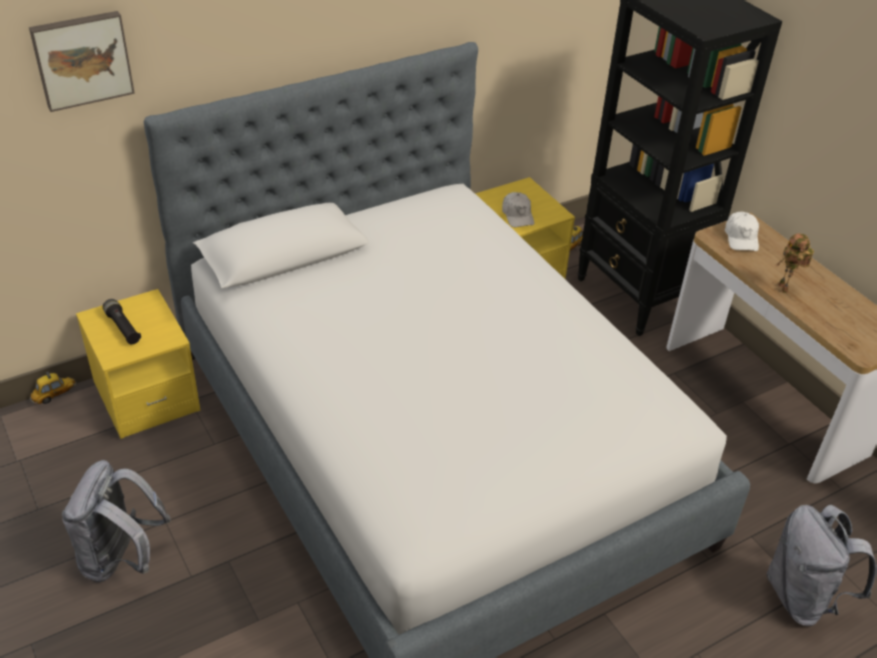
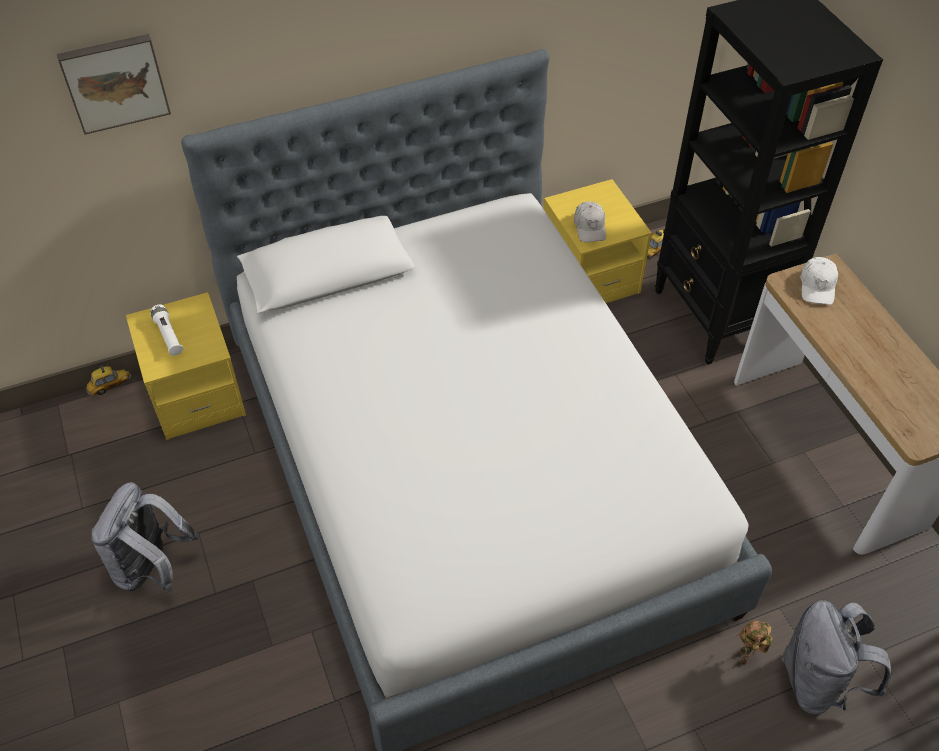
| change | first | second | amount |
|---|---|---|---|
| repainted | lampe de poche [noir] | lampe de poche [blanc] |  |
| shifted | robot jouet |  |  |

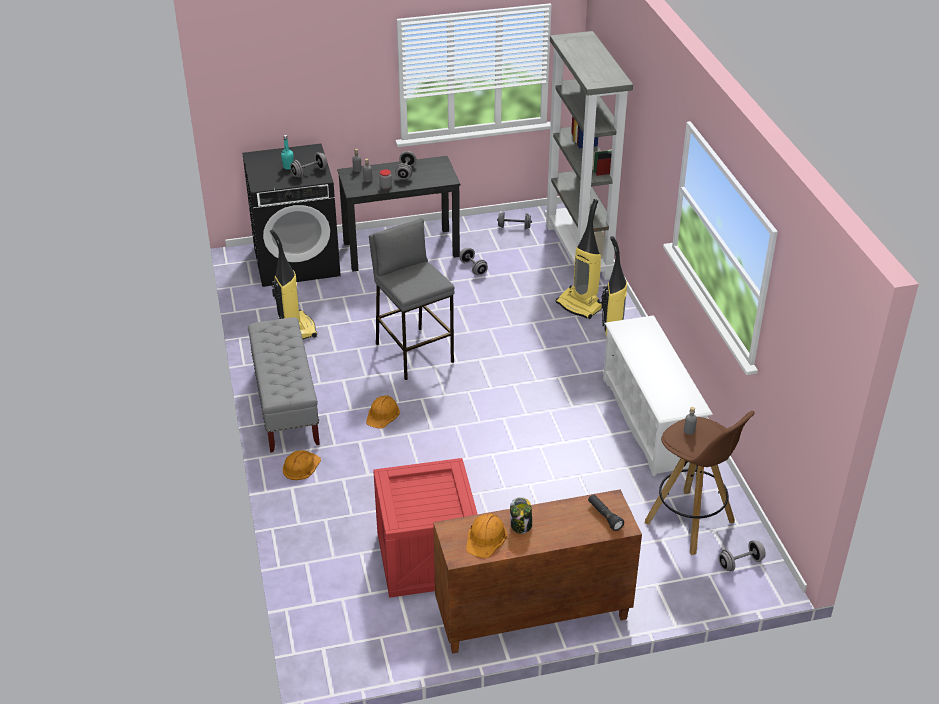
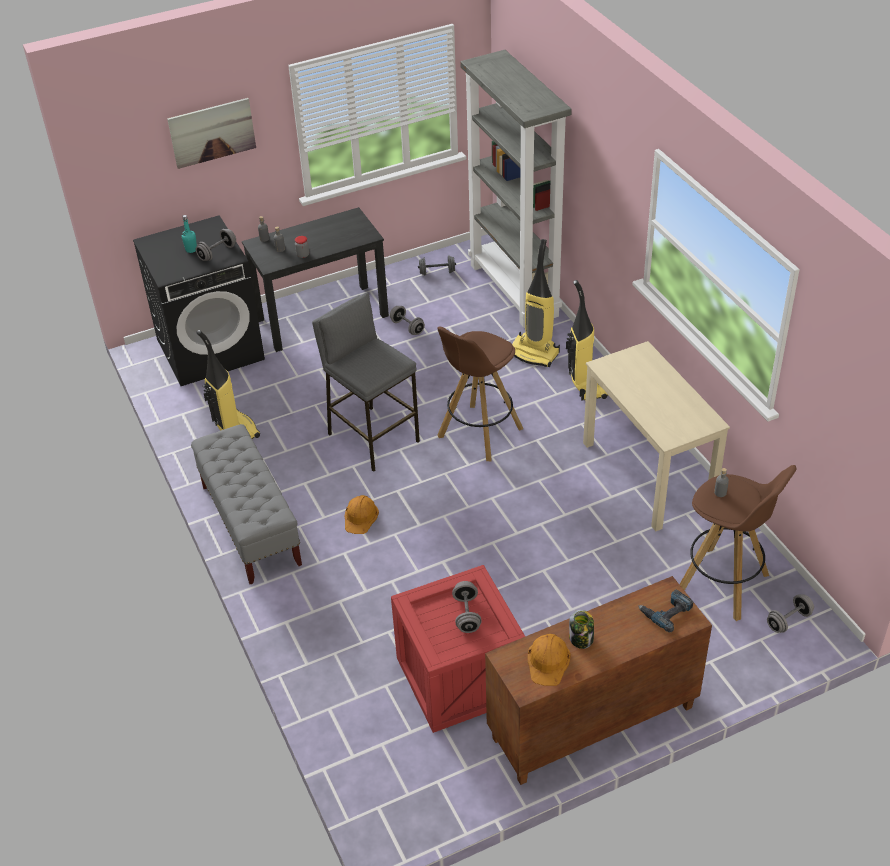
| change | first | second | amount |
|---|---|---|---|
| gone | casque de chantier [orange] (no. 1 from left) |  |  |
| shifted | haltère [gris] (no. 2 from left in the first image) | haltère [gris] (no. 4 from left) |  |
| swapped | lampe de poche [noir] | perceuse |  |
| swapped | étagère à chaussures [blanc] | bureau [beige] |  |
| new |  | tableau |  |
| new |  | tabouret [marron] (no. 1 from left) |  |

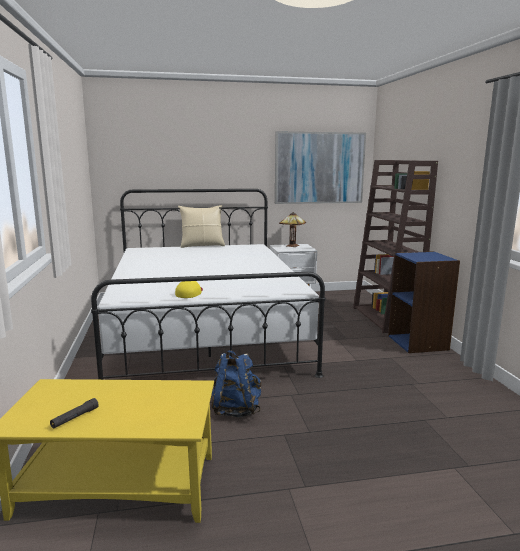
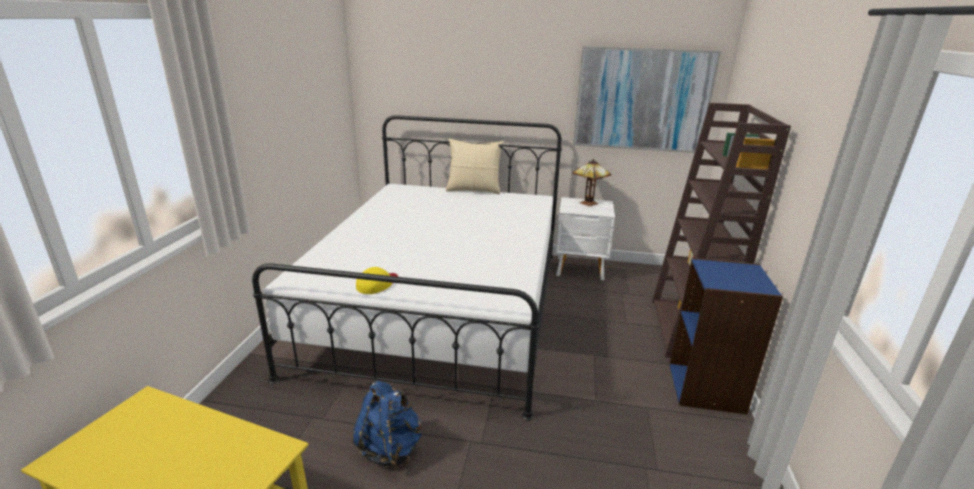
| change | first | second | amount |
|---|---|---|---|
| gone | lampe de poche [noir] |  |  |

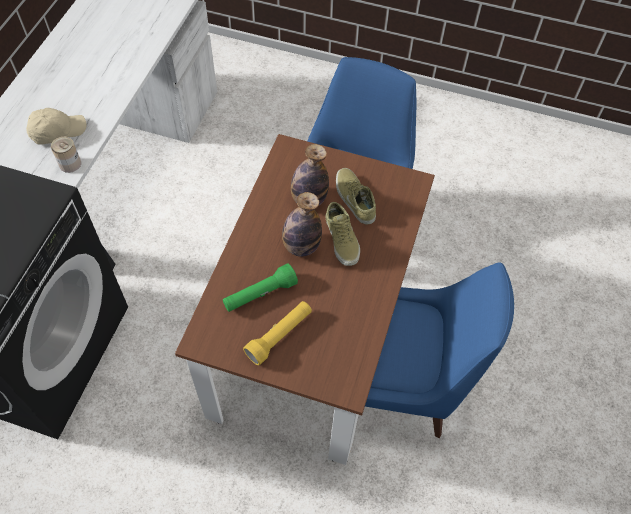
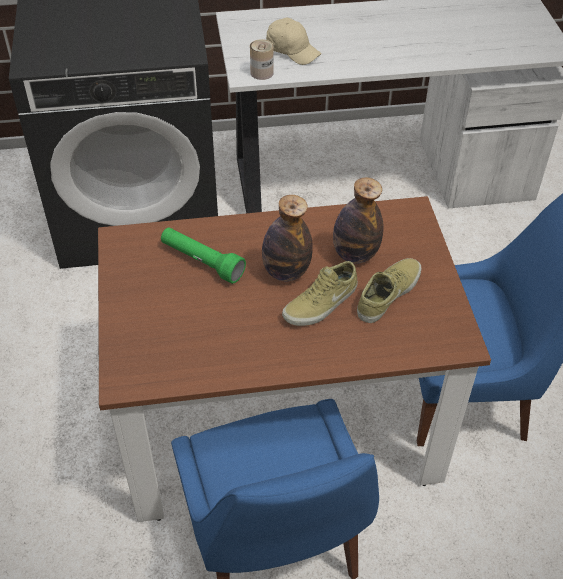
| change | first | second | amount |
|---|---|---|---|
| gone | lampe de poche [jaune] |  |  |

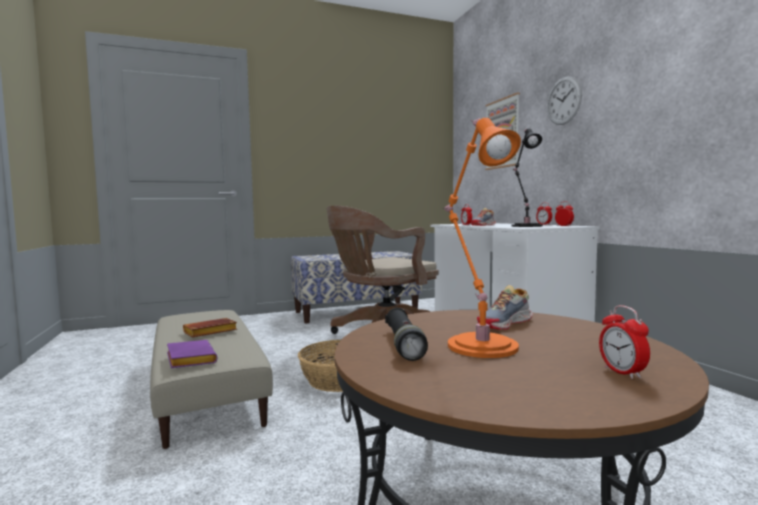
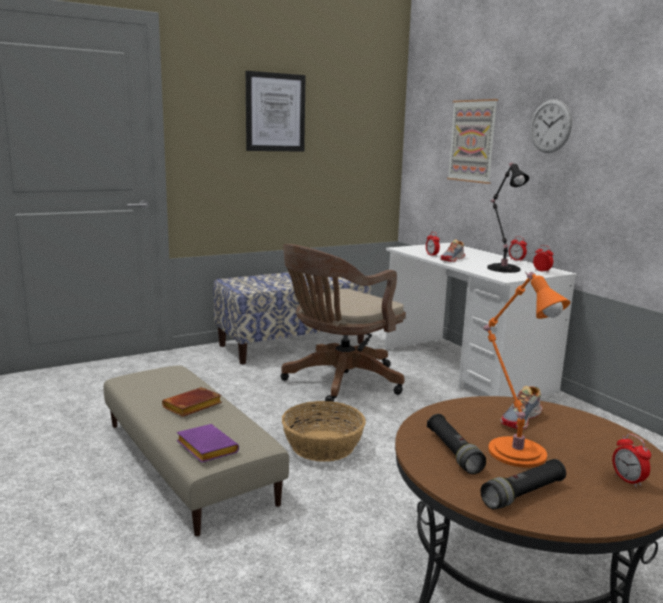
| change | first | second | amount |
|---|---|---|---|
| new |  | tableau (no. 1 from left) |  |
| new |  | lampe de poche [noir] (no. 2 from left) |  |

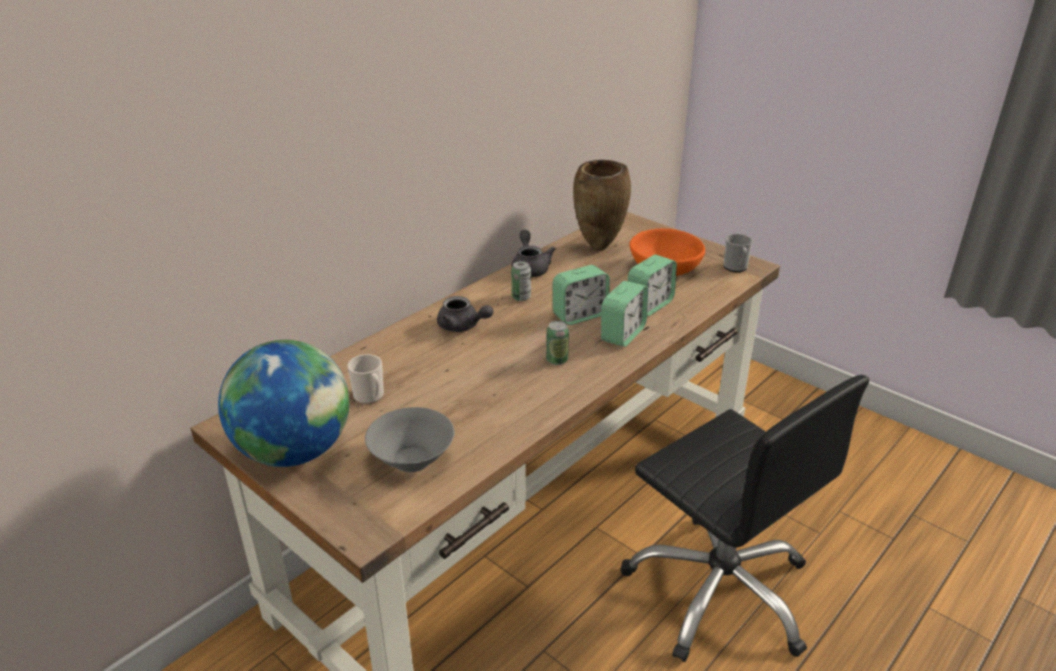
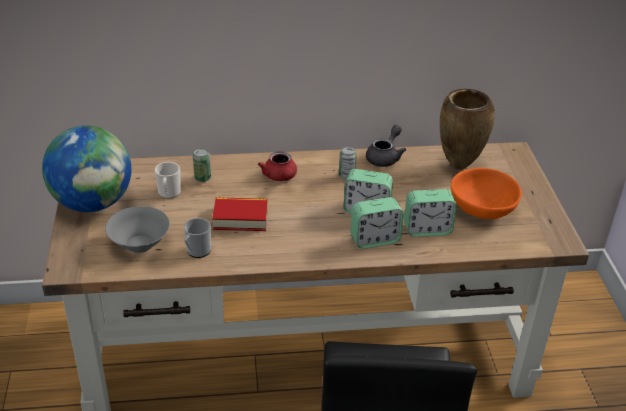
| change | first | second | amount |
|---|---|---|---|
| repainted | théière [gris] (no. 1 from left) | théière [rouge] |  |
| shifted | boîte métallique (no. 2 from left in the first image) | boîte métallique (no. 1 from left) |  |
| shifted | mug (no. 2 from left) |  |  |
| new |  | livre |  |

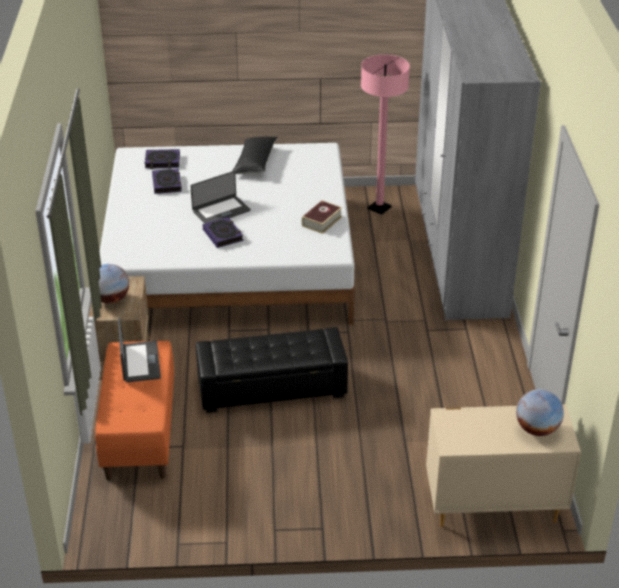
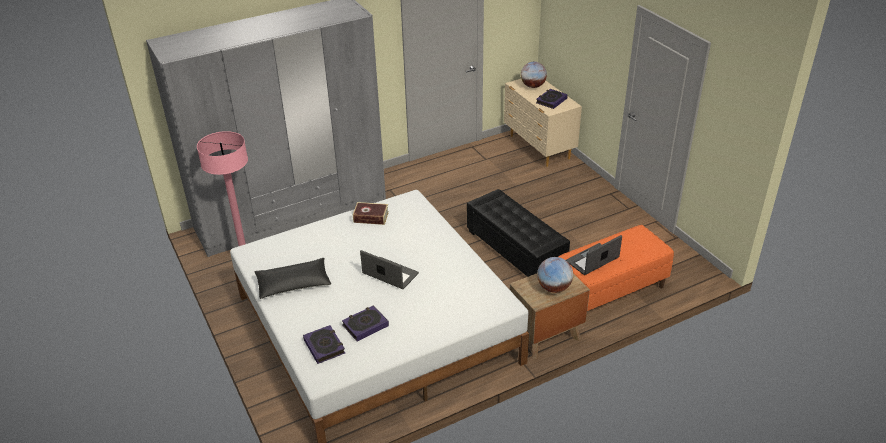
| change | first | second | amount |
|---|---|---|---|
| shifted | livre (no. 3 from left in the first image) | livre (no. 4 from left) |  |

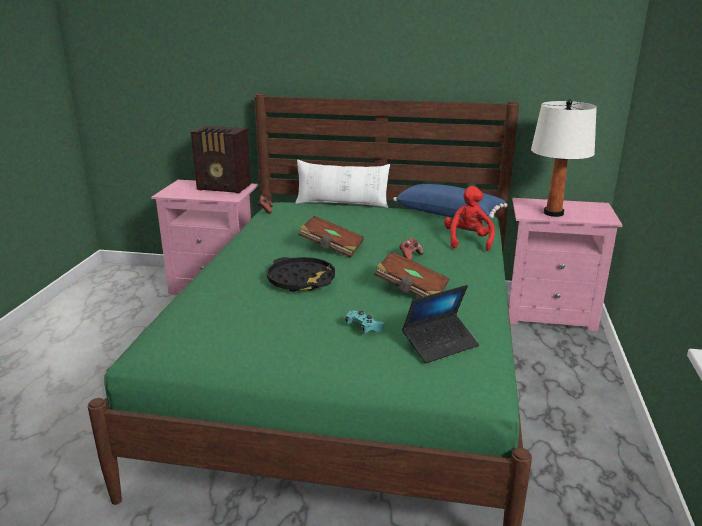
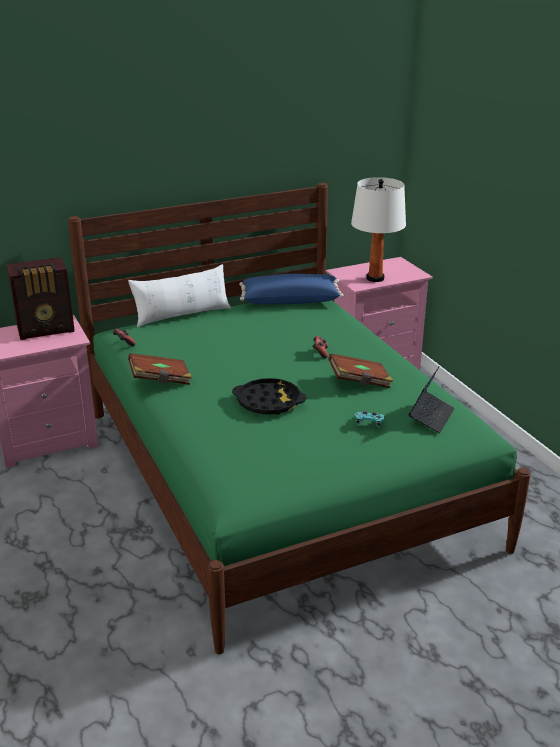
| change | first | second | amount |
|---|---|---|---|
| shifted | livre [marron] (no. 1 from left) |  |  |
| gone | peluche [rouge] |  |  |

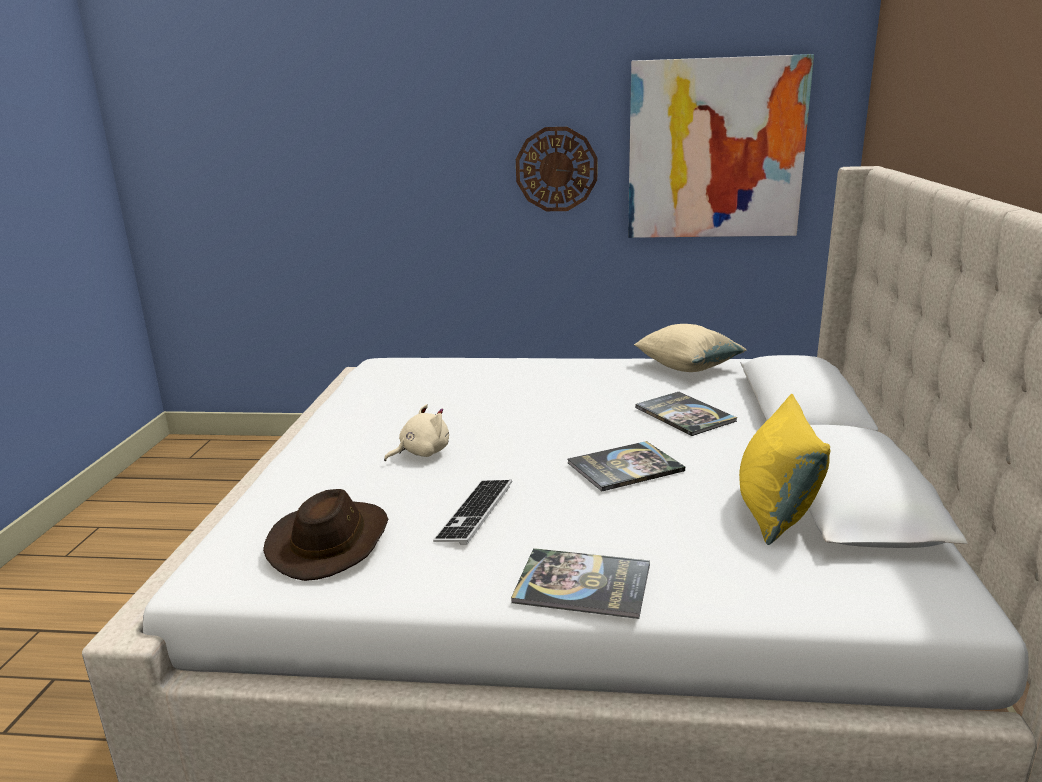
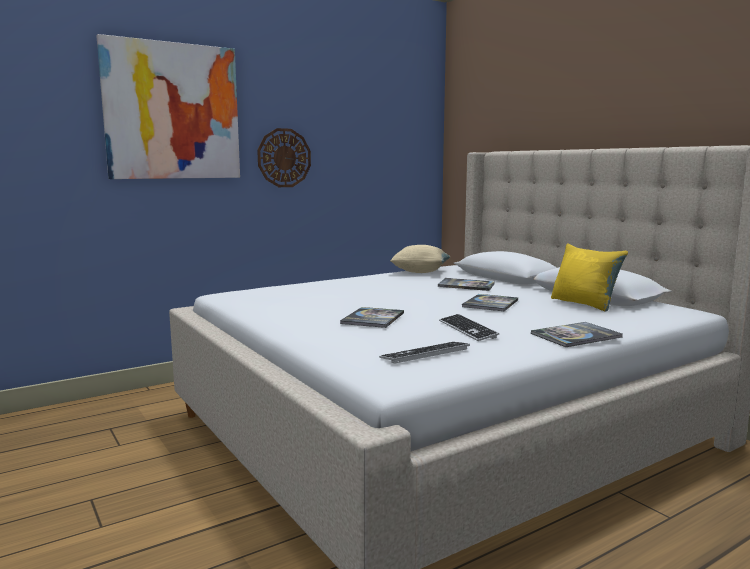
| change | first | second | amount |
|---|---|---|---|
| swapped | chapeau [marron] | clavier (no. 1 from left) |  |
| swapped | peluche [beige] | livre (no. 1 from left) |  |
| shifted | tableau |  |  |

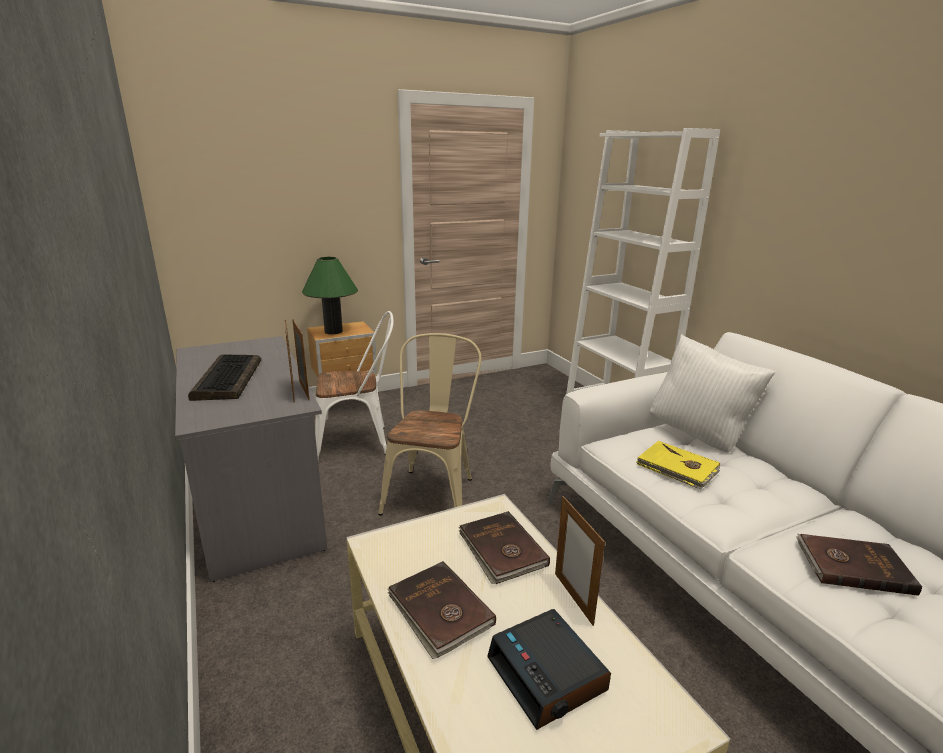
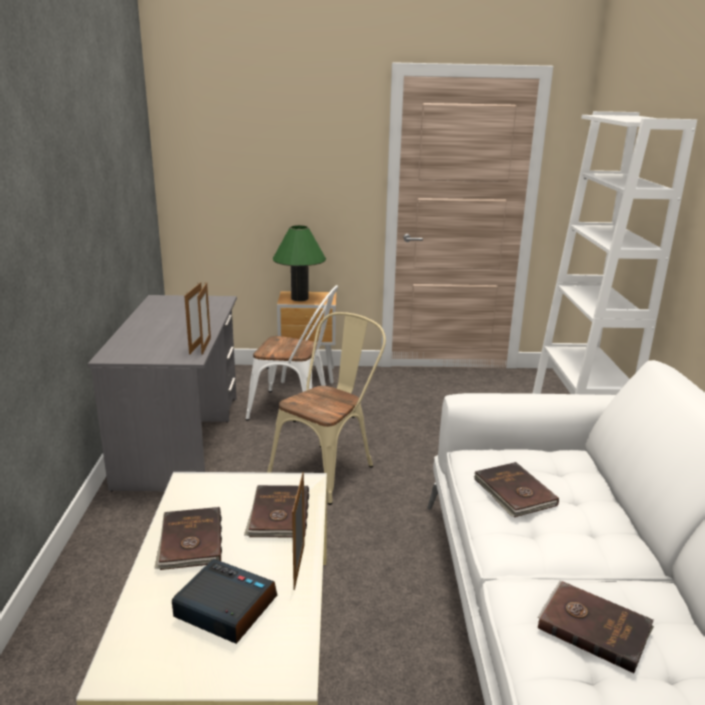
| change | first | second | amount |
|---|---|---|---|
| gone | clavier |  |  |
| rotated | réveil |  | 120 degrees clockwise |
| repainted | livre [jaune] | livre [marron] (no. 3 from left) |  |
| gone | coussin [blanc] |  |  |

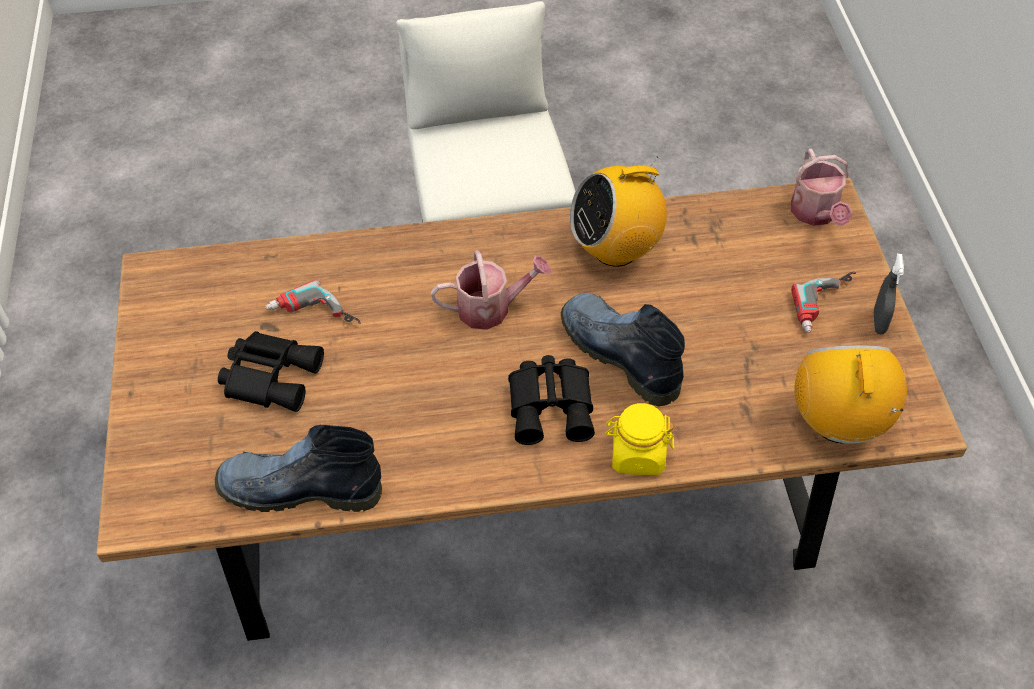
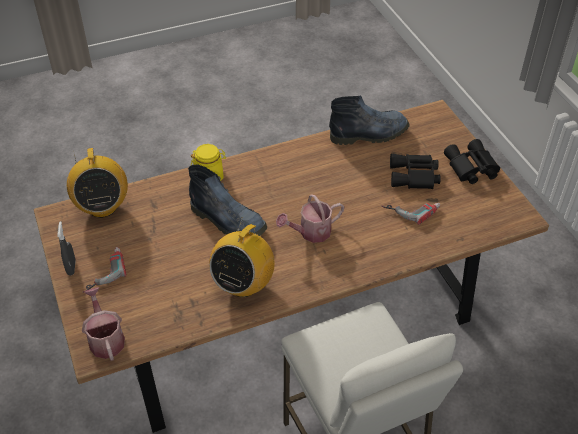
| change | first | second | amount |
|---|---|---|---|
| shifted | jumelles [noir] (no. 2 from left) |  |  |
| rotated | radio (no. 1 from left in the first image) | radio (no. 2 from left) | 150 degrees clockwise |

